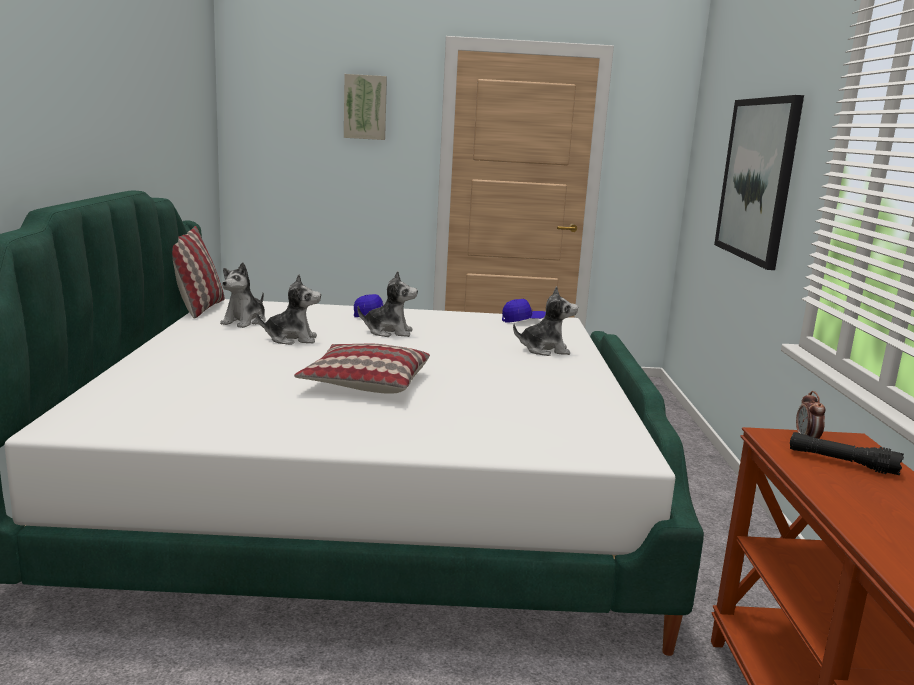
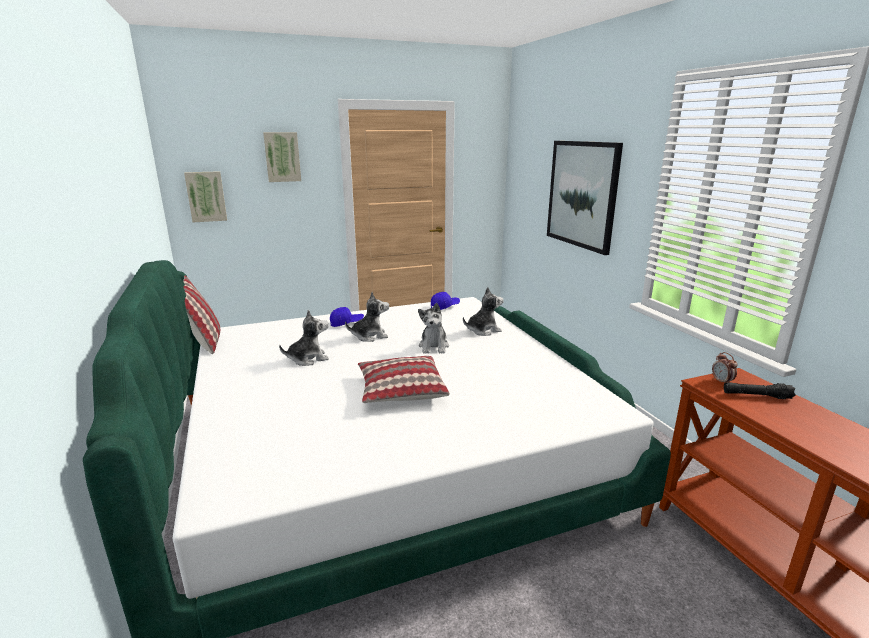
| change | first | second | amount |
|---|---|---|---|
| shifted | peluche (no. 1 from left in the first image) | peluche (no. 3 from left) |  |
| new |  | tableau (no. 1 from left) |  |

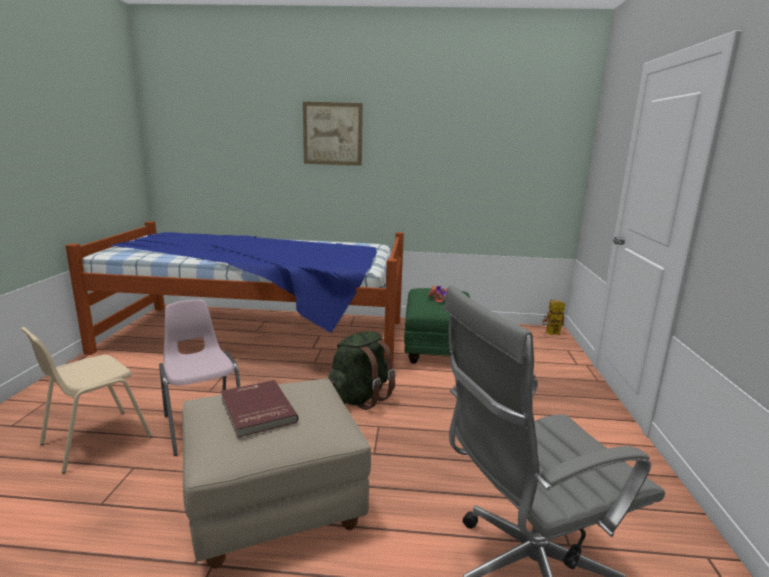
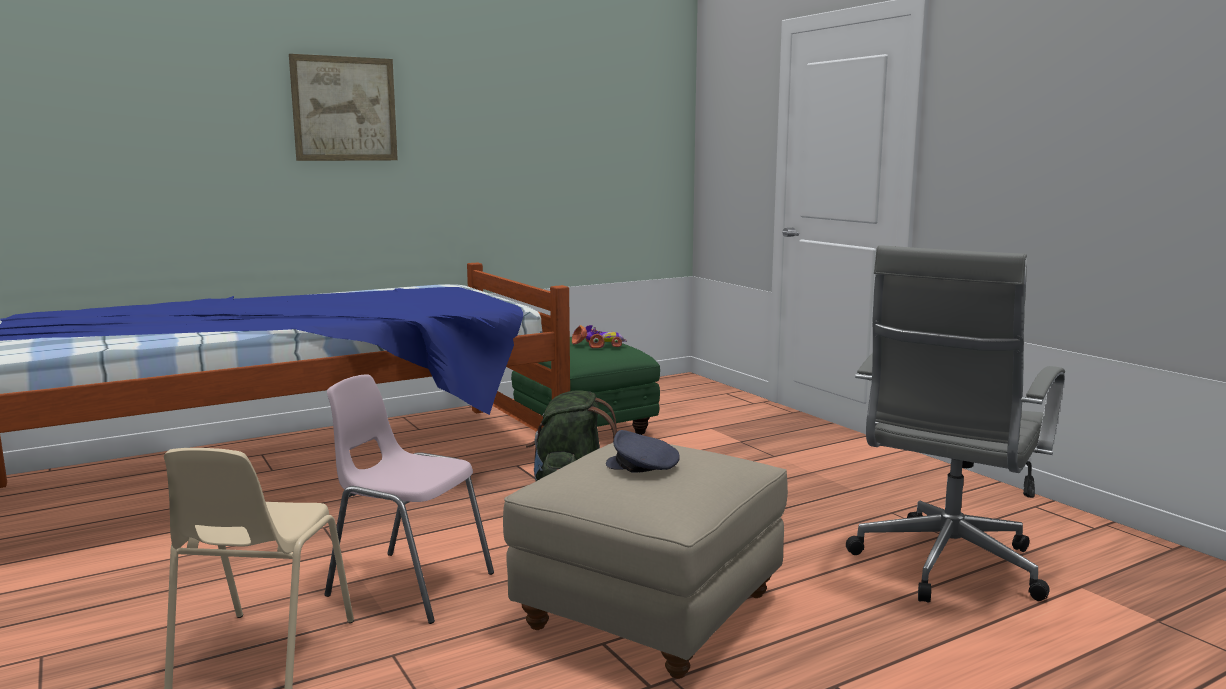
| change | first | second | amount |
|---|---|---|---|
| swapped | livre [rouge] | casquette [gris] |  |
| gone | robot jouet |  |  |

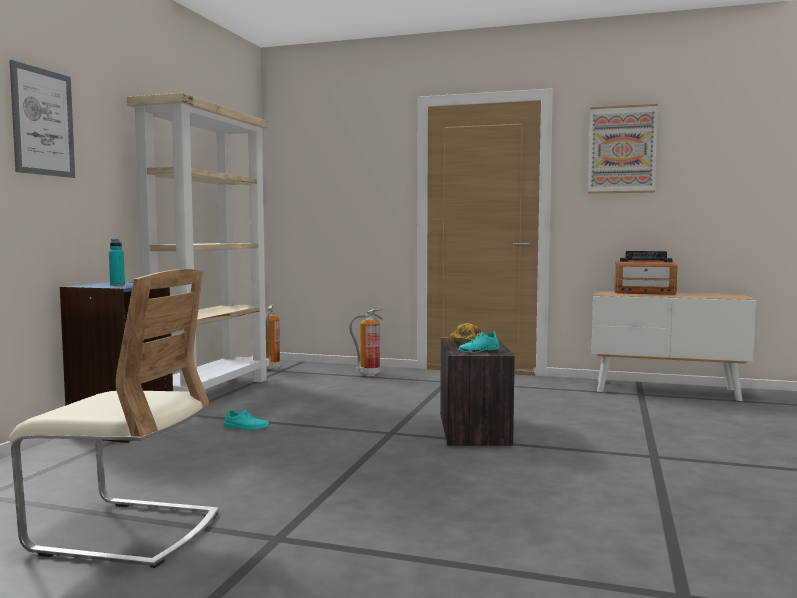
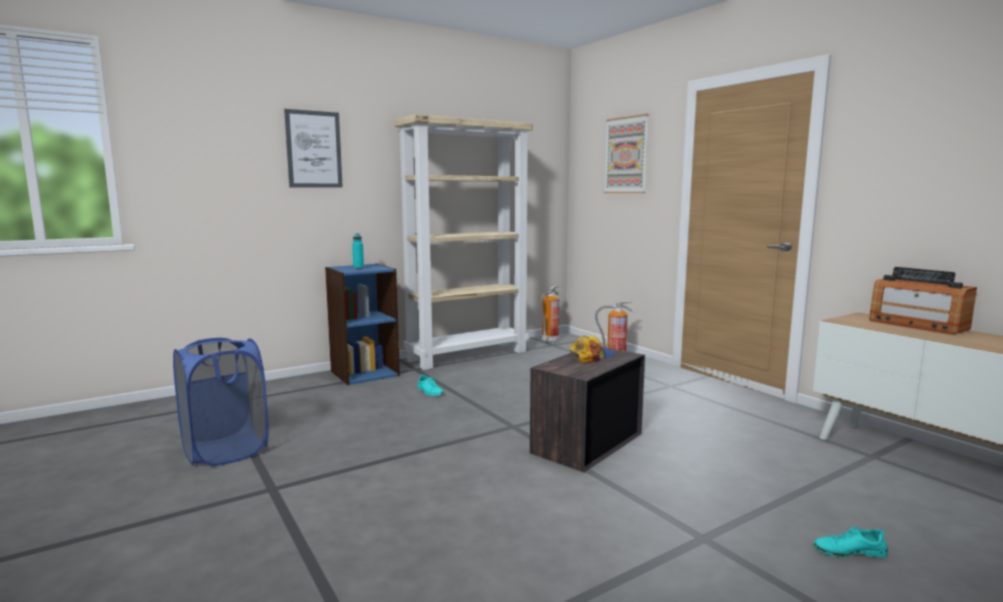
| change | first | second | amount |
|---|---|---|---|
| swapped | chaise [beige] | panier à linge [bleu] |  |
| shifted | chaussure [turquoise] (no. 2 from left) |  |  |
| shifted | tableau (no. 2 from left) |  |  |

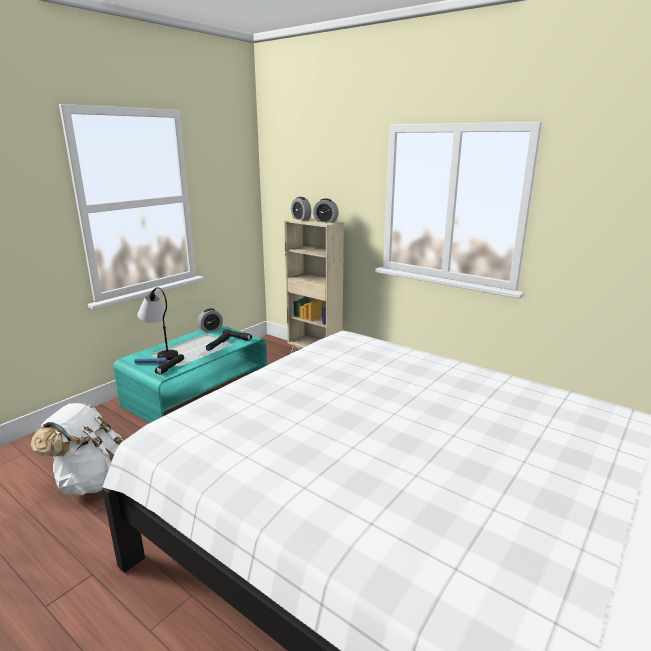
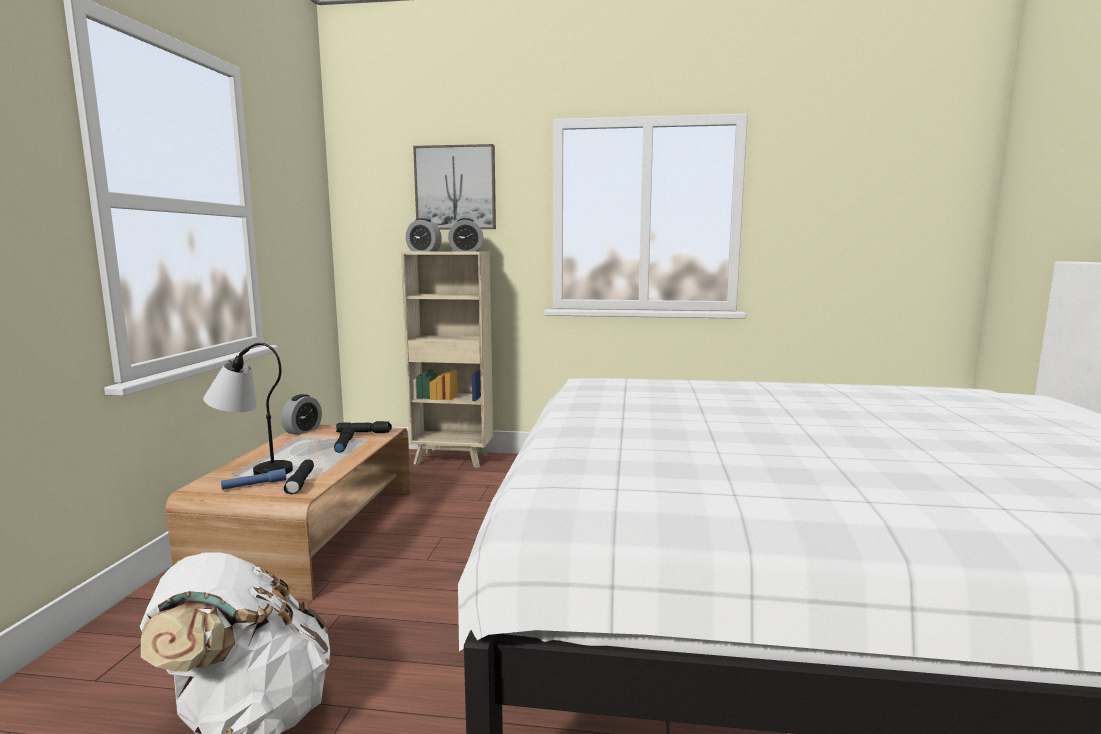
| change | first | second | amount |
|---|---|---|---|
| repainted | table basse [turquoise] | table basse [marron] |  |
| new |  | tableau |  |

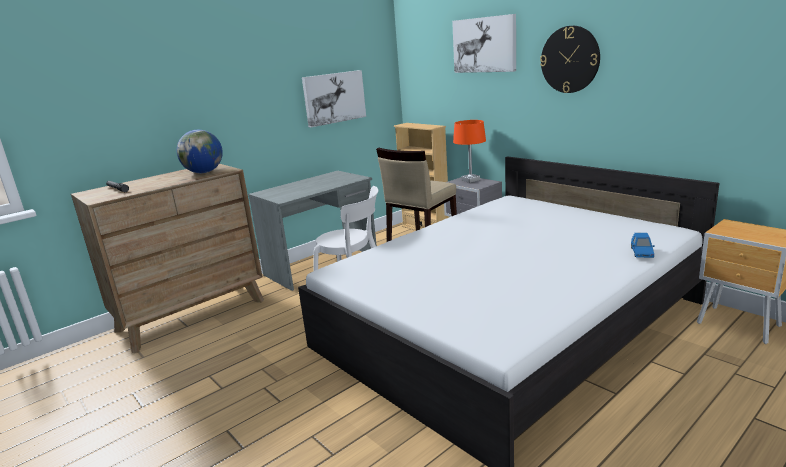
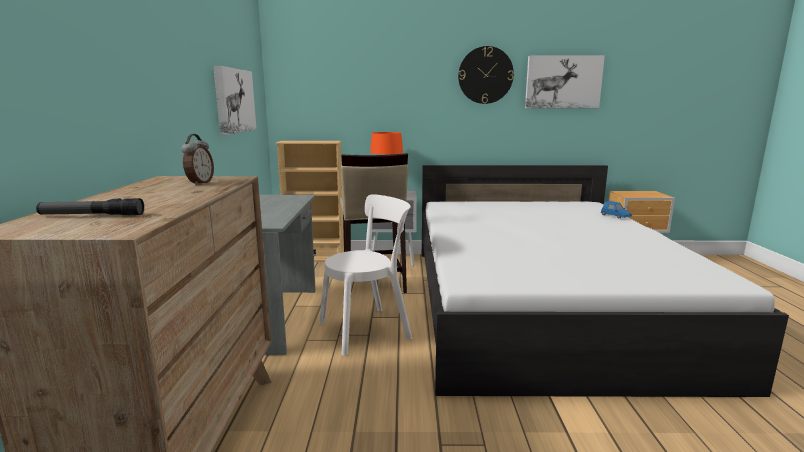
| change | first | second | amount |
|---|---|---|---|
| swapped | globe | réveil |  |
| shifted | tableau (no. 2 from left) |  |  |

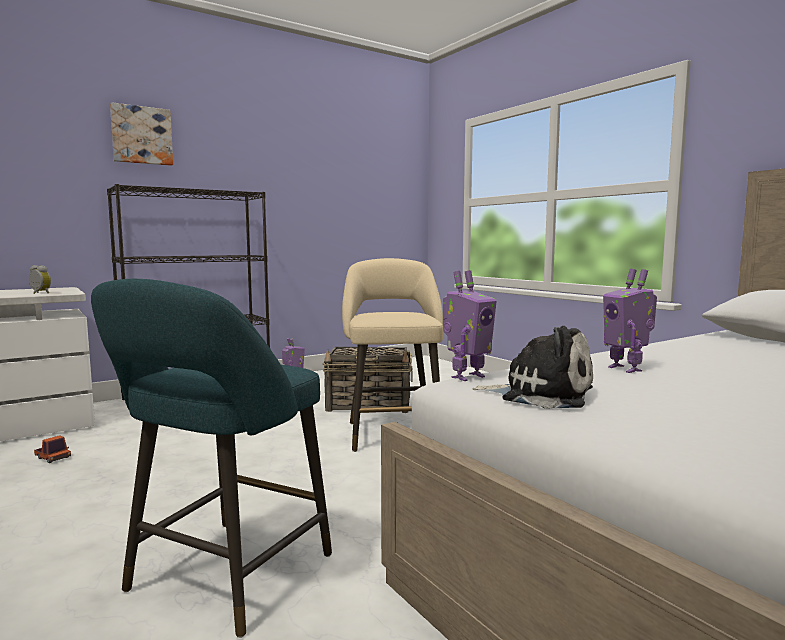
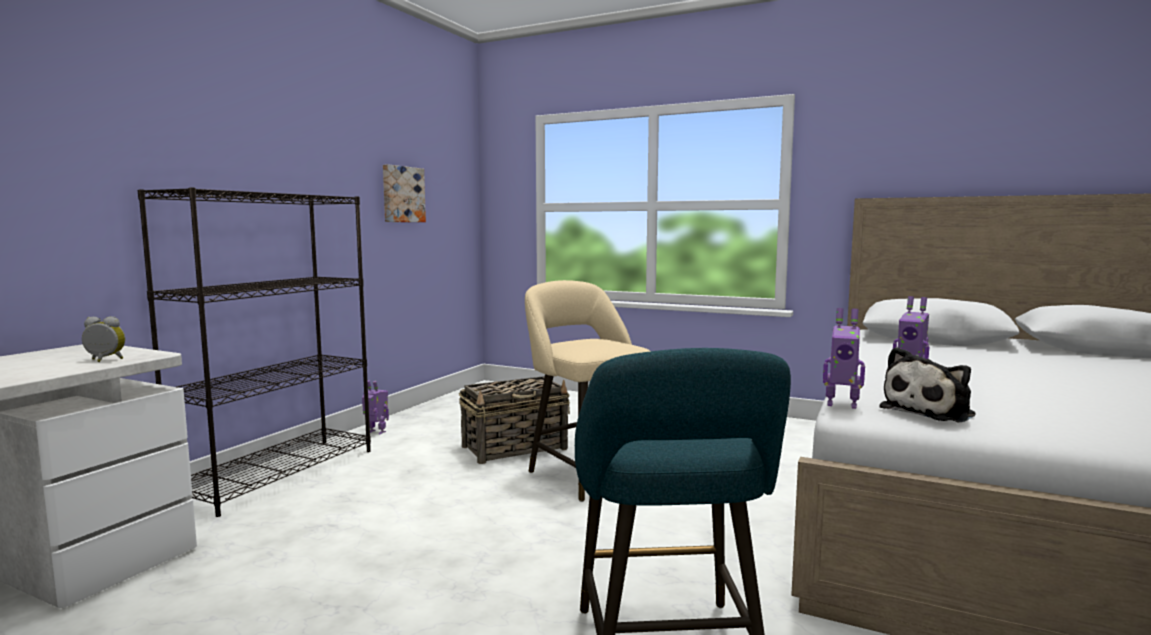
| change | first | second | amount |
|---|---|---|---|
| gone | camion jouet |  |  |
| shifted | tableau |  |  |
| rotated | robot jouet (no. 2 from left) |  | 90 degrees clockwise |
| rotated | peluche |  | 150 degrees clockwise |

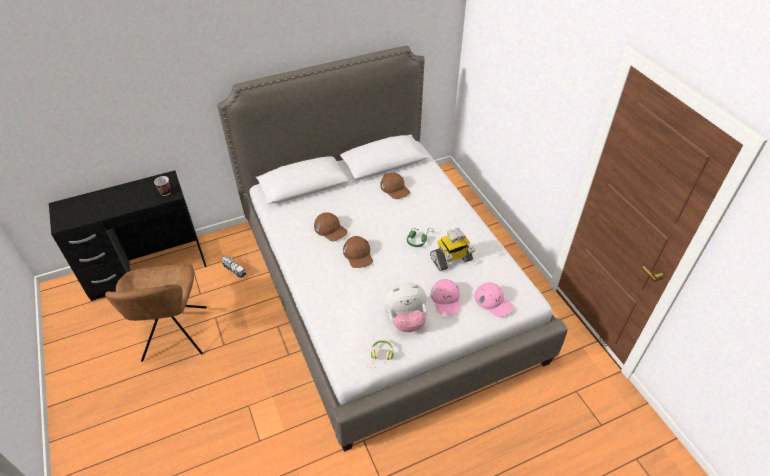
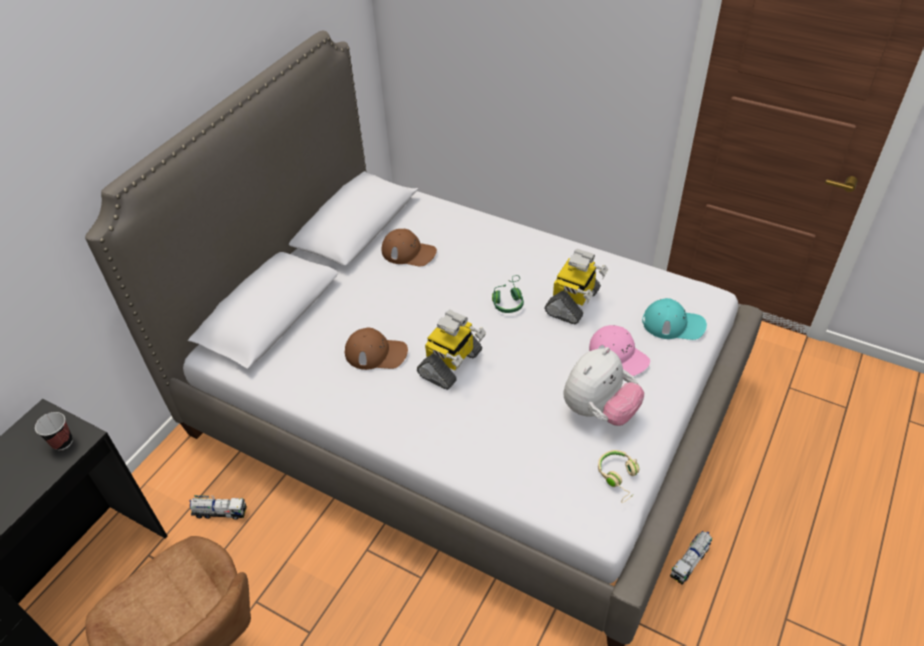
| change | first | second | amount |
|---|---|---|---|
| swapped | casquette [marron] (no. 2 from left) | robot jouet (no. 1 from left) |  |
| repainted | casquette [rose] (no. 2 from left) | casquette [turquoise] |  |
| new |  | camion jouet (no. 2 from left) |  |

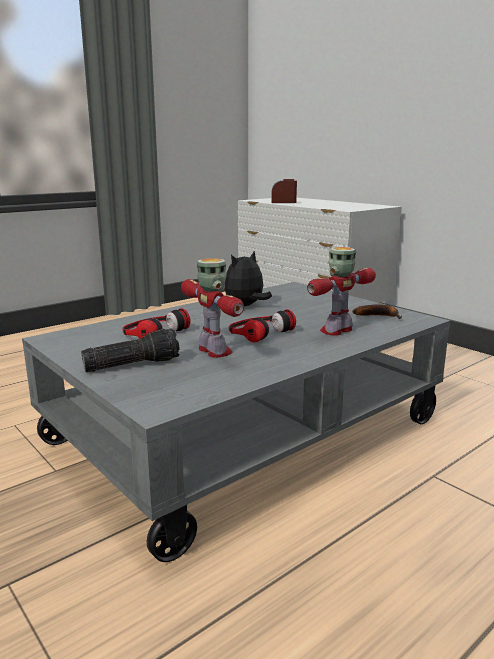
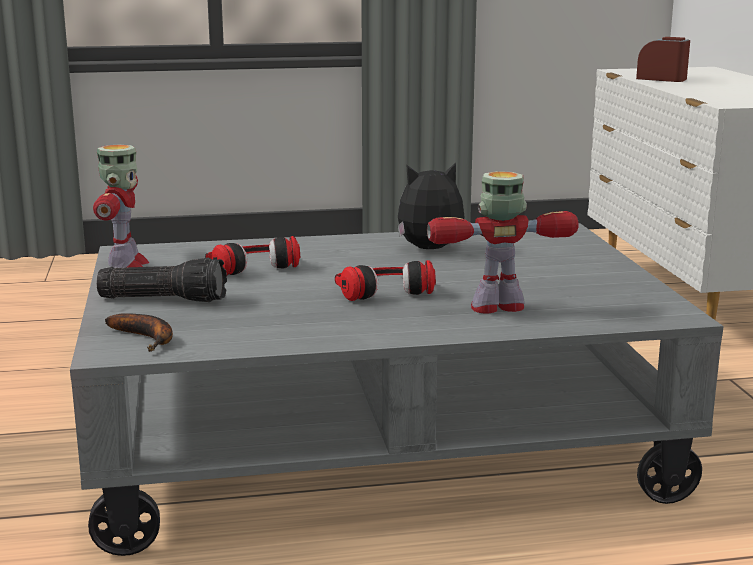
| change | first | second | amount |
|---|---|---|---|
| shifted | robot jouet (no. 1 from left) |  |  |
| shifted | banane |  |  |

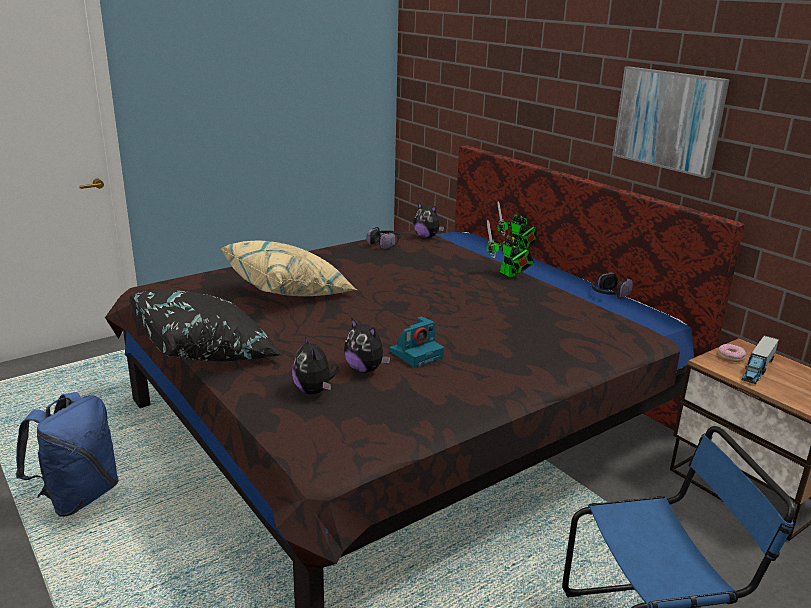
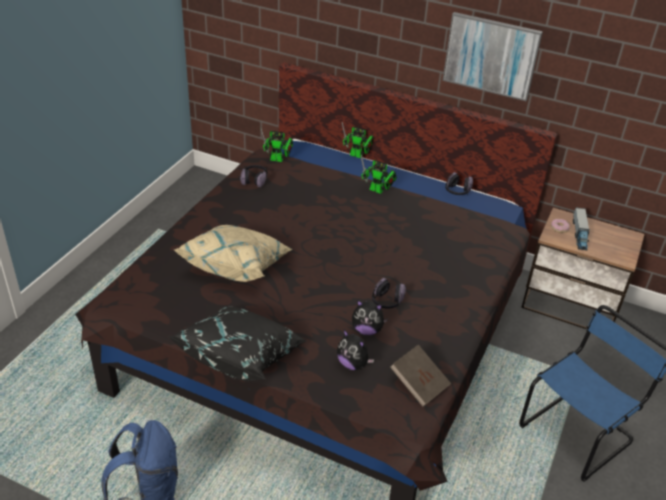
| change | first | second | amount |
|---|---|---|---|
| swapped | appareil photo | casque audio (no. 2 from left) |  |
| swapped | peluche (no. 3 from left) | robot jouet (no. 1 from left) |  |
| new |  | livre [marron] |  |

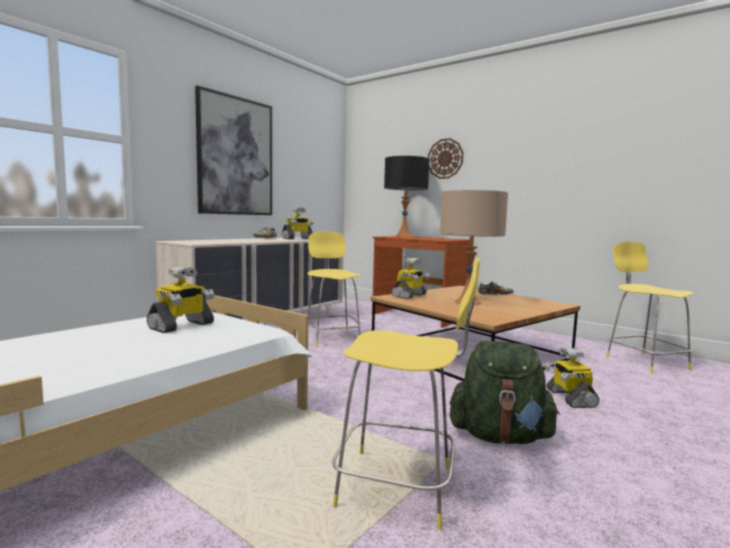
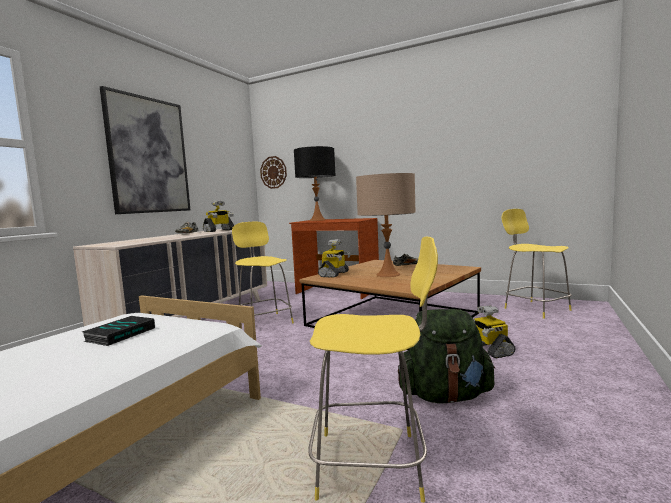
| change | first | second | amount |
|---|---|---|---|
| swapped | robot jouet (no. 1 from left) | livre |  |
| shifted | horloge murale |  |  |

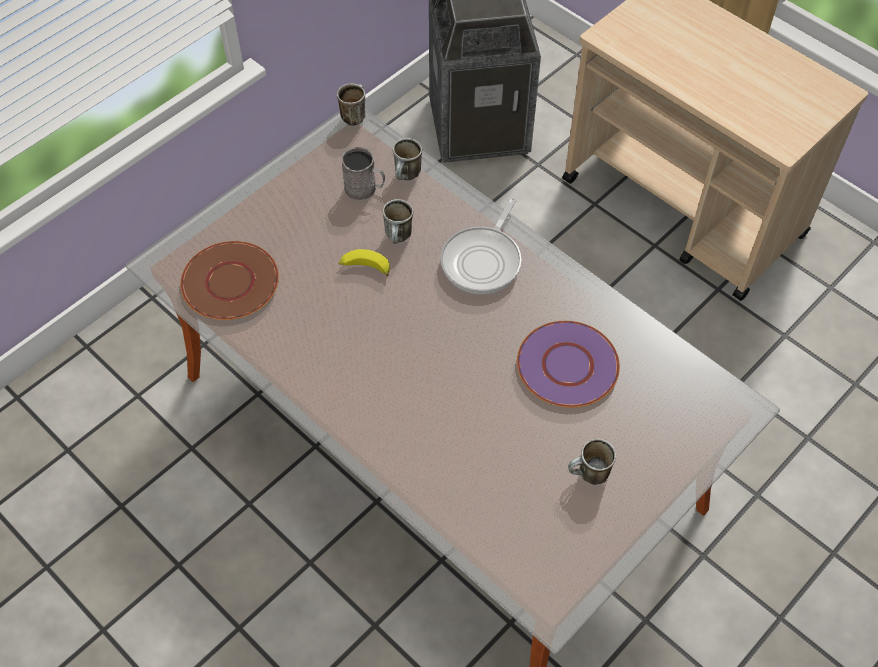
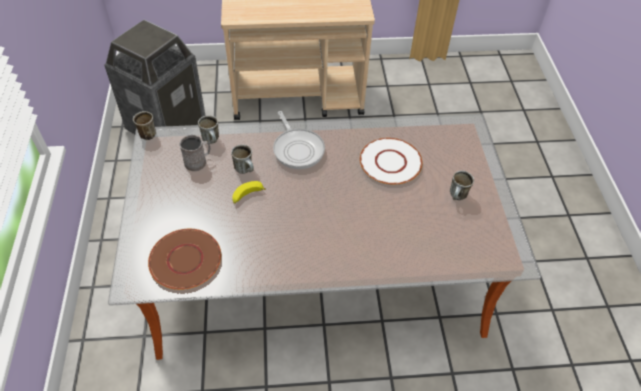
| change | first | second | amount |
|---|---|---|---|
| repainted | assiette [violet] | assiette [blanc] |  |

